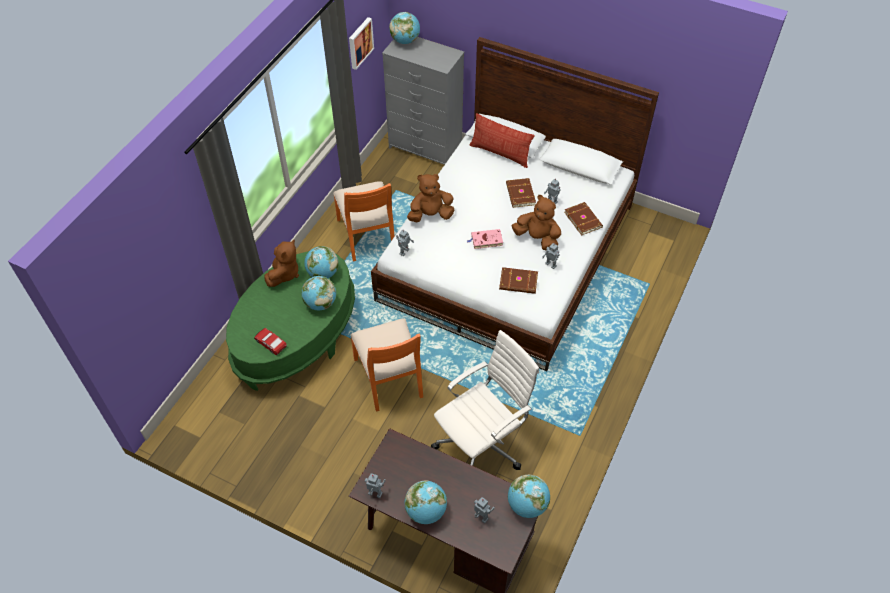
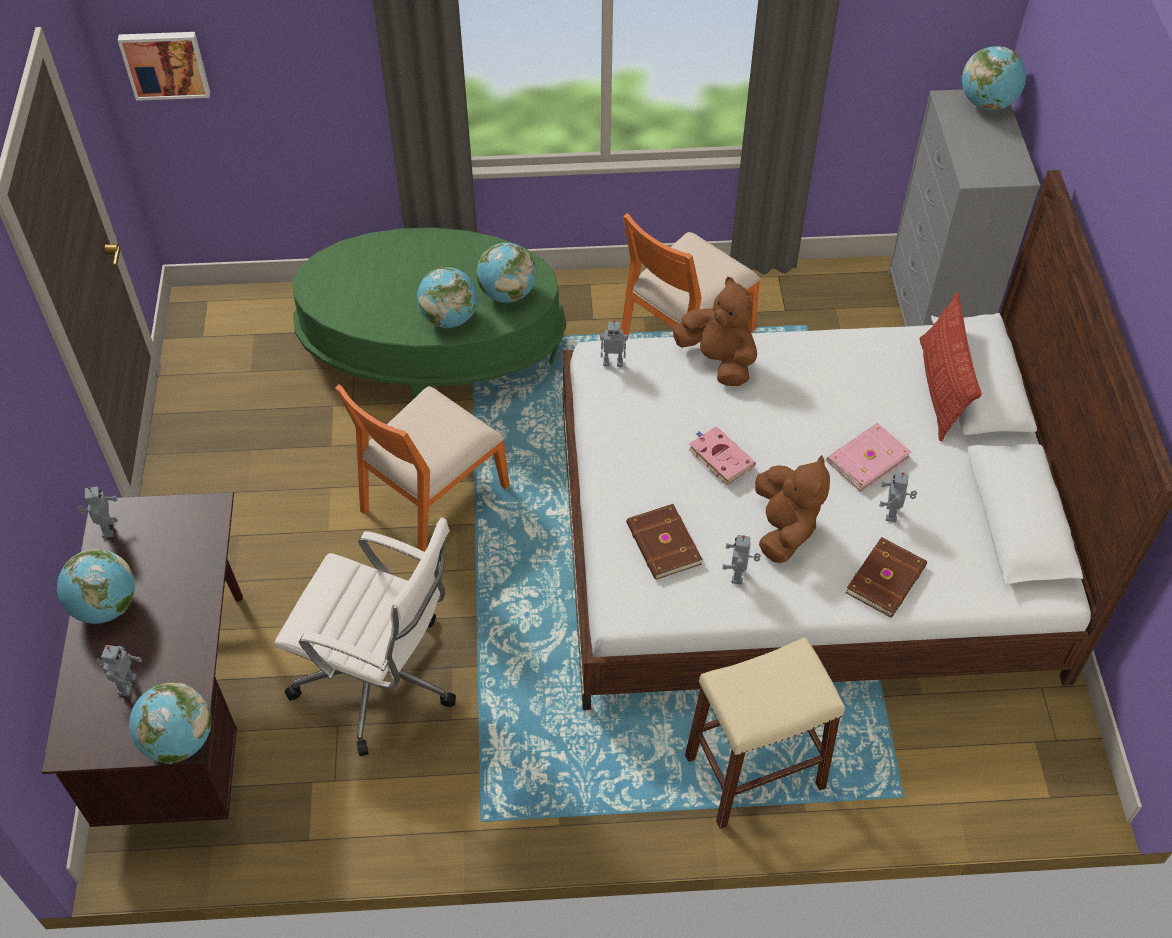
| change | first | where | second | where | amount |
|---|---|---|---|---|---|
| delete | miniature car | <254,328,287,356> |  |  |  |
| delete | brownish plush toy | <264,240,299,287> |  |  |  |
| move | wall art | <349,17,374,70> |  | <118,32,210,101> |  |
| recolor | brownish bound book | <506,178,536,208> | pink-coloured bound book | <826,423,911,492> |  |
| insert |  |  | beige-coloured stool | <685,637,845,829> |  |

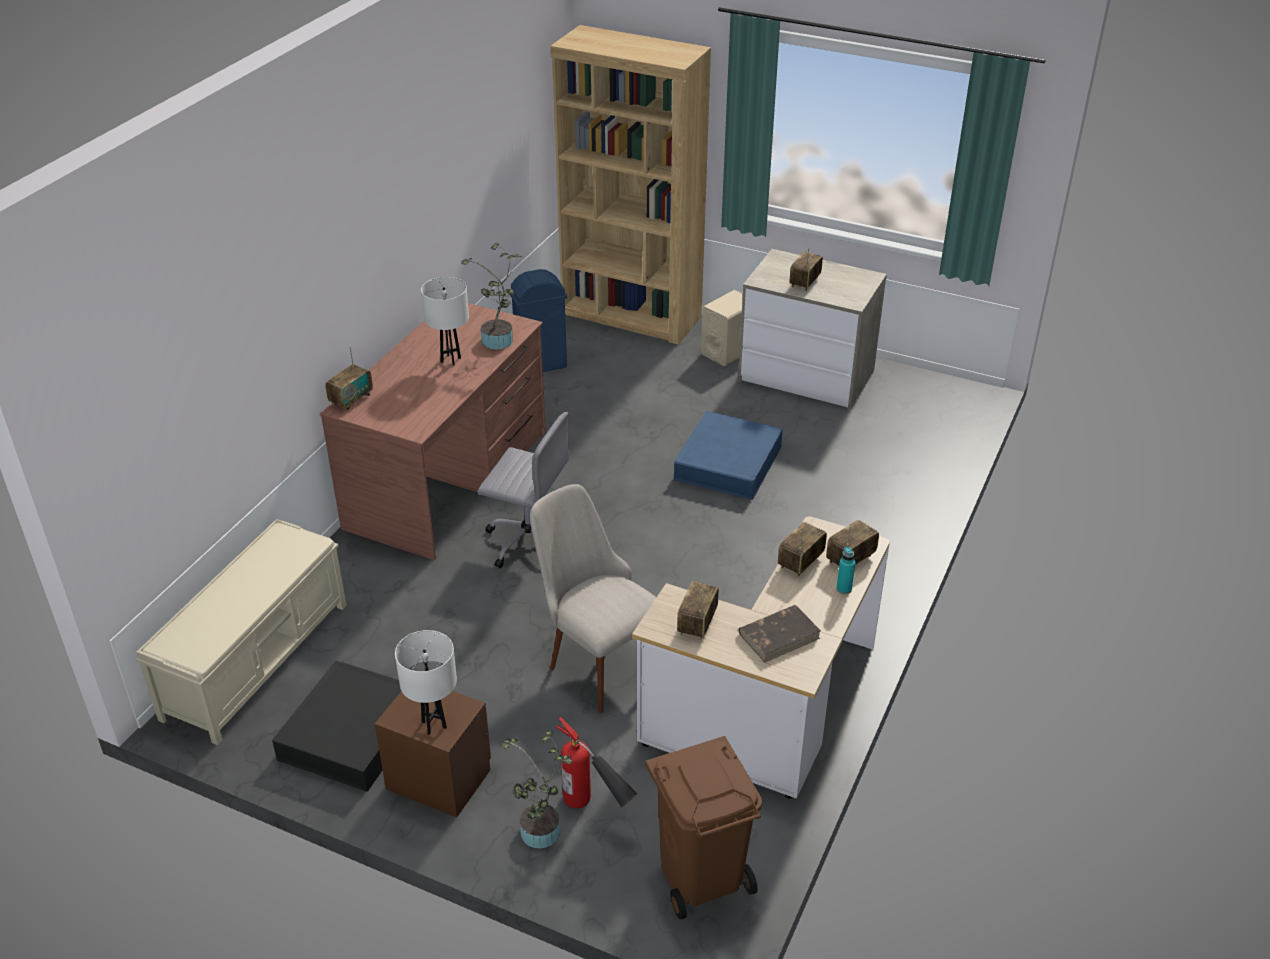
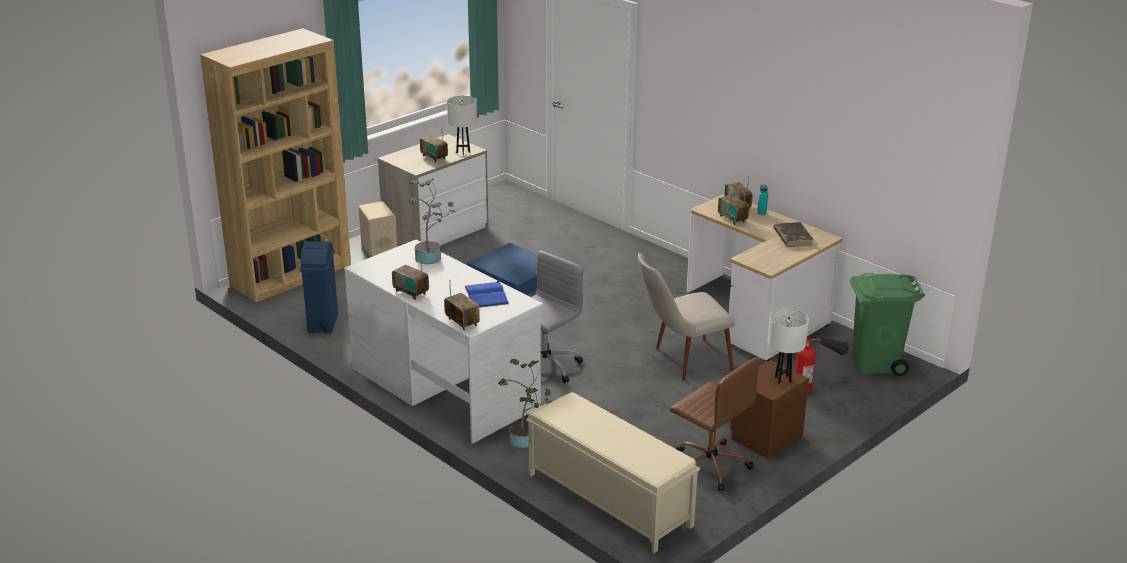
| change | first | where | second | where | amount |
|---|---|---|---|---|---|
| replace | blackish storage box | <272,661,401,792> | brownish desk chair | <670,358,760,491> |  |
| recolor | brownish desk table | <320,303,546,560> | white desk table | <344,240,543,444> |  |
| move | white table lamp | <421,277,469,366> |  | <447,96,477,155> |  |
| move | plant in a pot | <501,730,572,849> |  | <498,359,552,448> |  |
| recolor | brownish rubbish bin | <645,736,762,920> | greenish rubbish bin | <849,273,925,376> |  |
| move | radio receiver | <677,581,719,640> |  | <392,256,429,300> |  |
| insert |  |  | blue bound book | <465,281,509,308> |  |

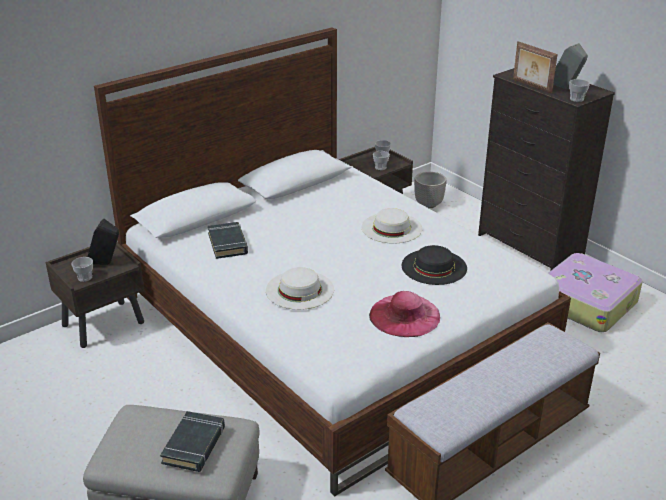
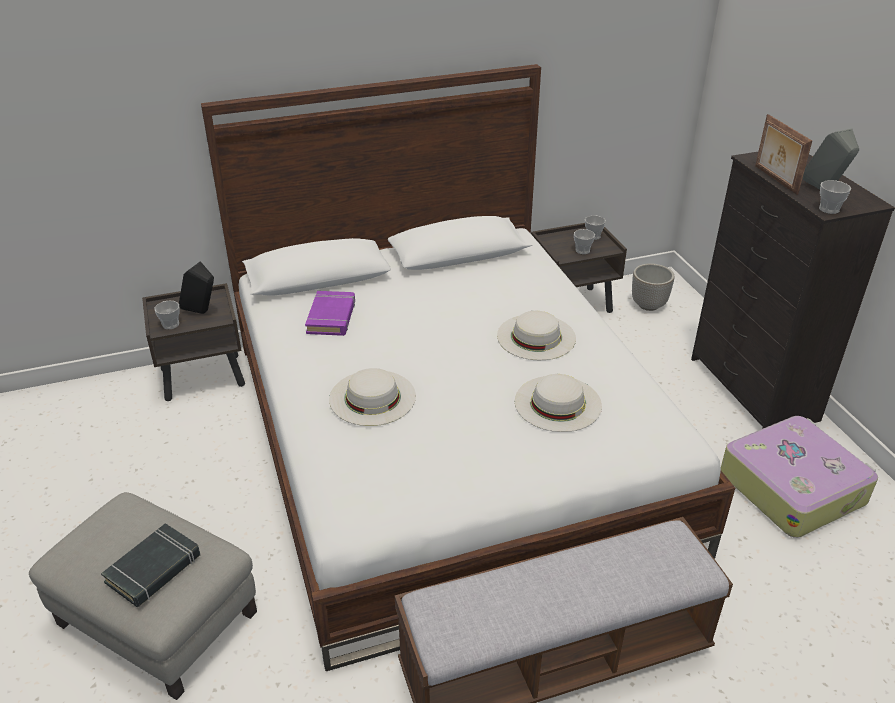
| change | first | where | second | where | amount |
|---|---|---|---|---|---|
| recolor | blackish bound book | <208,222,248,259> | purplish bound book | <305,291,355,336> |  |
| delete | pink-coloured clothing hat | <369,291,440,337> |  |  |  |
| recolor | blackish clothing hat | <402,245,467,285> | white clothing hat | <515,374,602,432> |  |

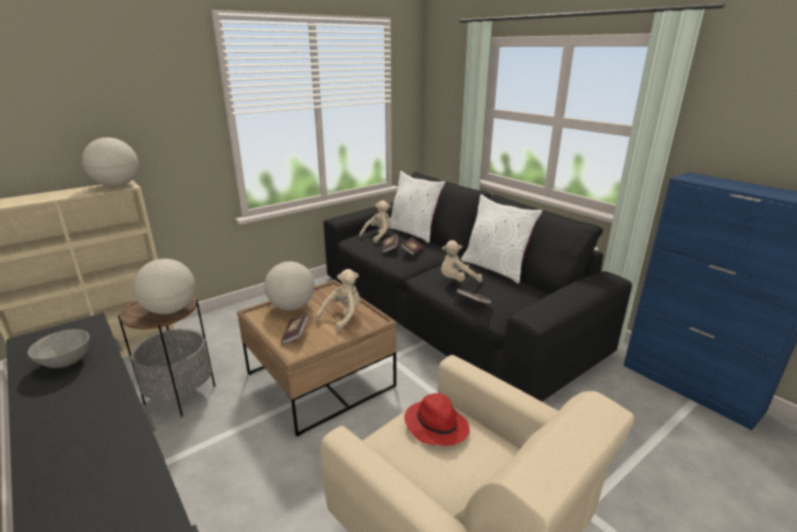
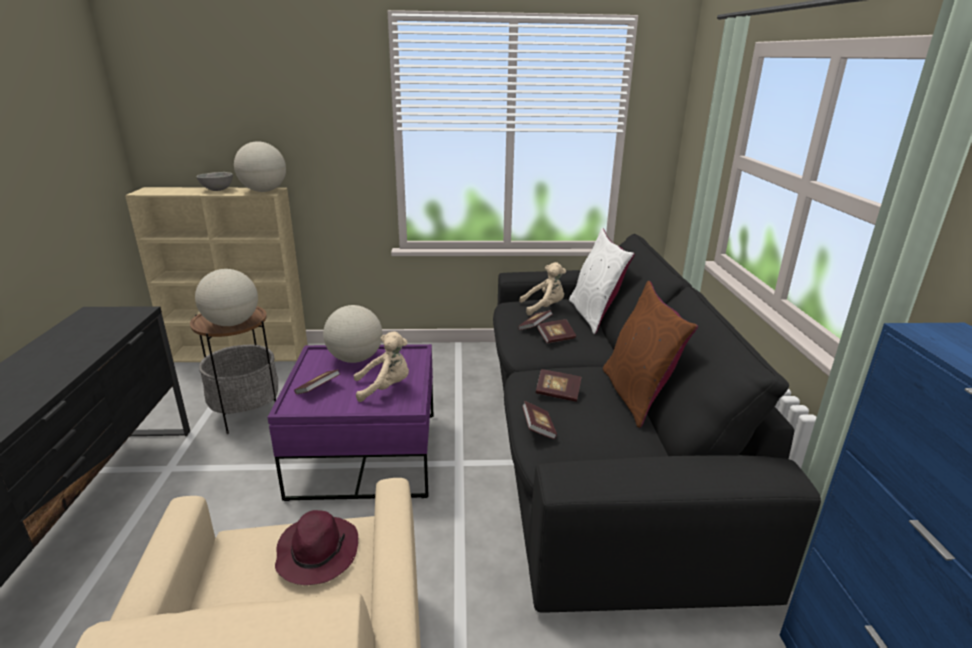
| change | first | where | second | where | amount |
|---|---|---|---|---|---|
| move | greyish bowl | <27,329,90,368> |  | <196,172,233,191> |  |
| recolor | brownish coffee table | <237,280,396,436> | purplish coffee table | <267,344,433,501> |  |
| recolor | reddish clothing hat | <404,393,469,446> | purplish clothing hat | <275,510,358,585> |  |
| replace | beige-coloured plush toy | <441,240,482,282> | bound book | <536,369,582,402> |  |
| recolor | white cushion | <461,194,543,284> | brownish cushion | <603,281,698,428> |  |

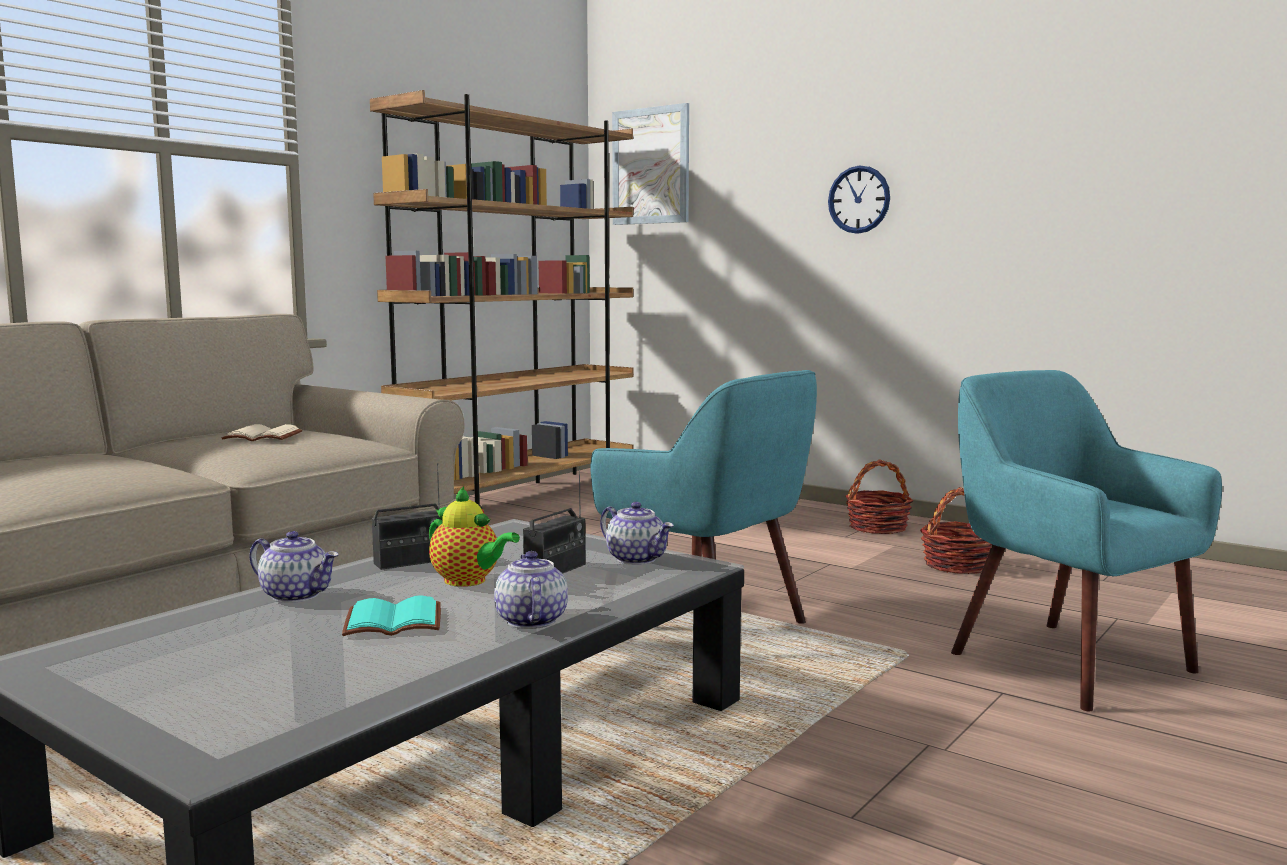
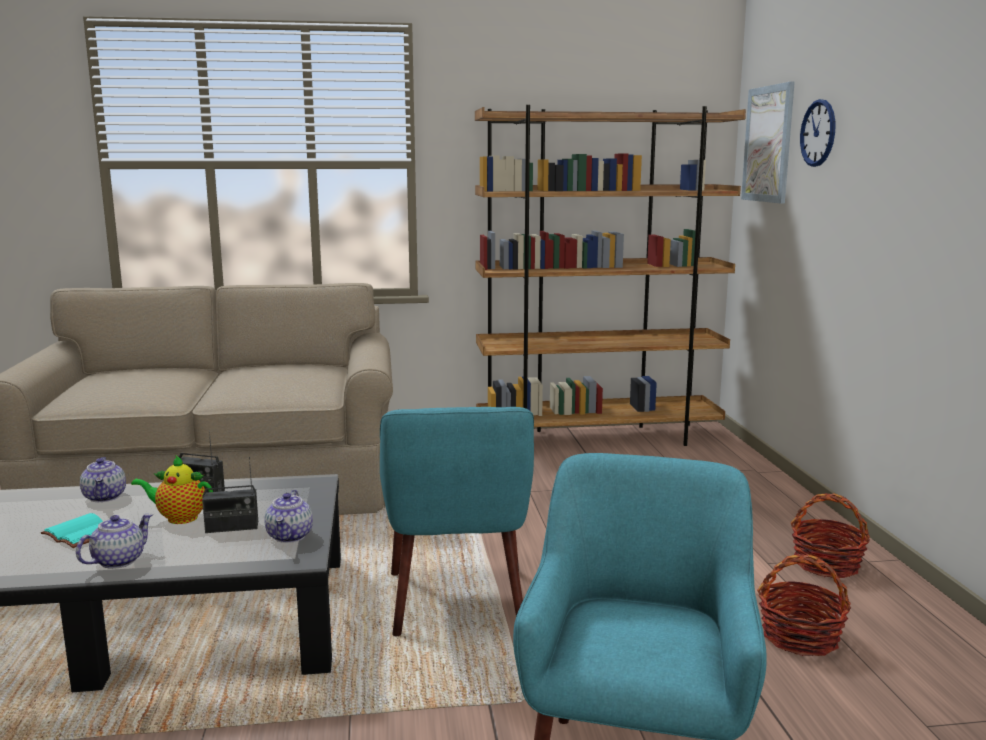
| change | first | where | second | where | amount |
|---|---|---|---|---|---|
| delete | beige-coloured bound book | <221,424,303,441> |  |  |  |
| rotate | tea pot | <429,486,520,587> |  | <131,455,213,524> | 105 degrees clockwise |
| move | clock on the wall | <828,166,890,234> |  | <800,99,835,167> |  |

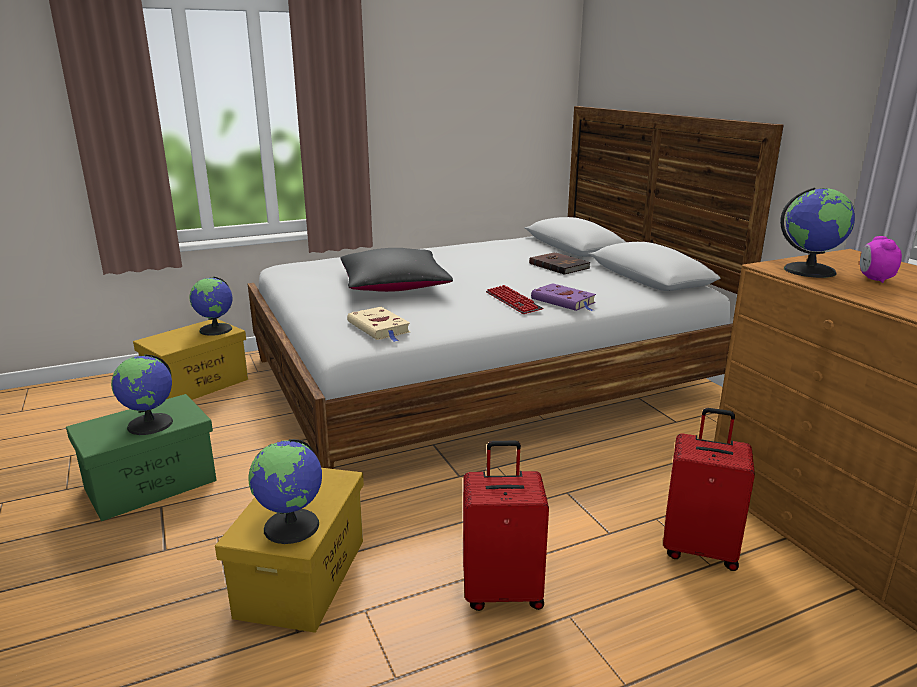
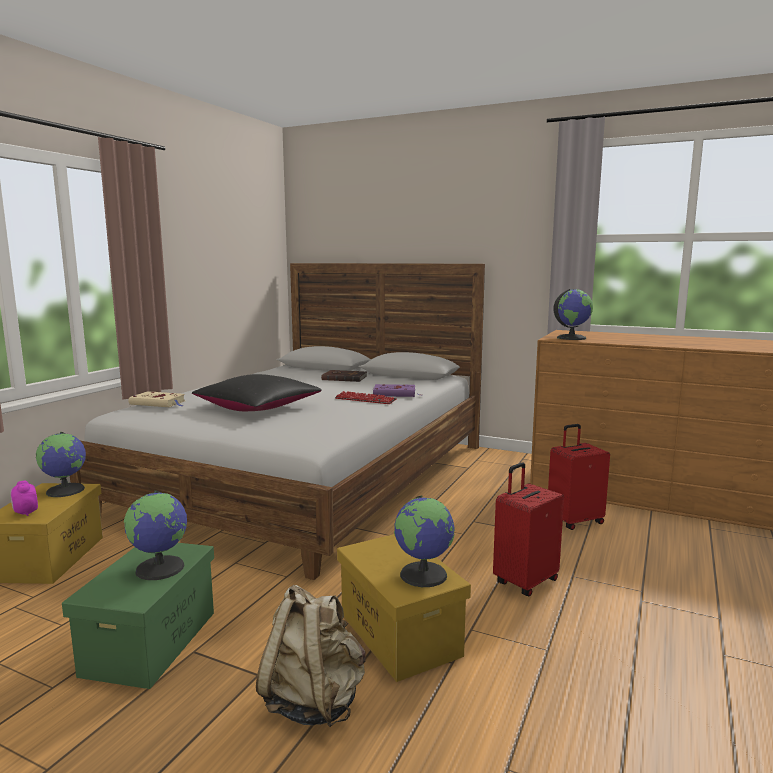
| change | first | where | second | where | amount |
|---|---|---|---|---|---|
| move | beige-coloured bound book | <347,307,410,342> |  | <129,391,185,407> |  |
| move | bedside clock | <860,236,902,283> |  | <10,481,38,516> |  |
| insert |  |  | beige-coloured knapsack | <256,585,366,727> |  |

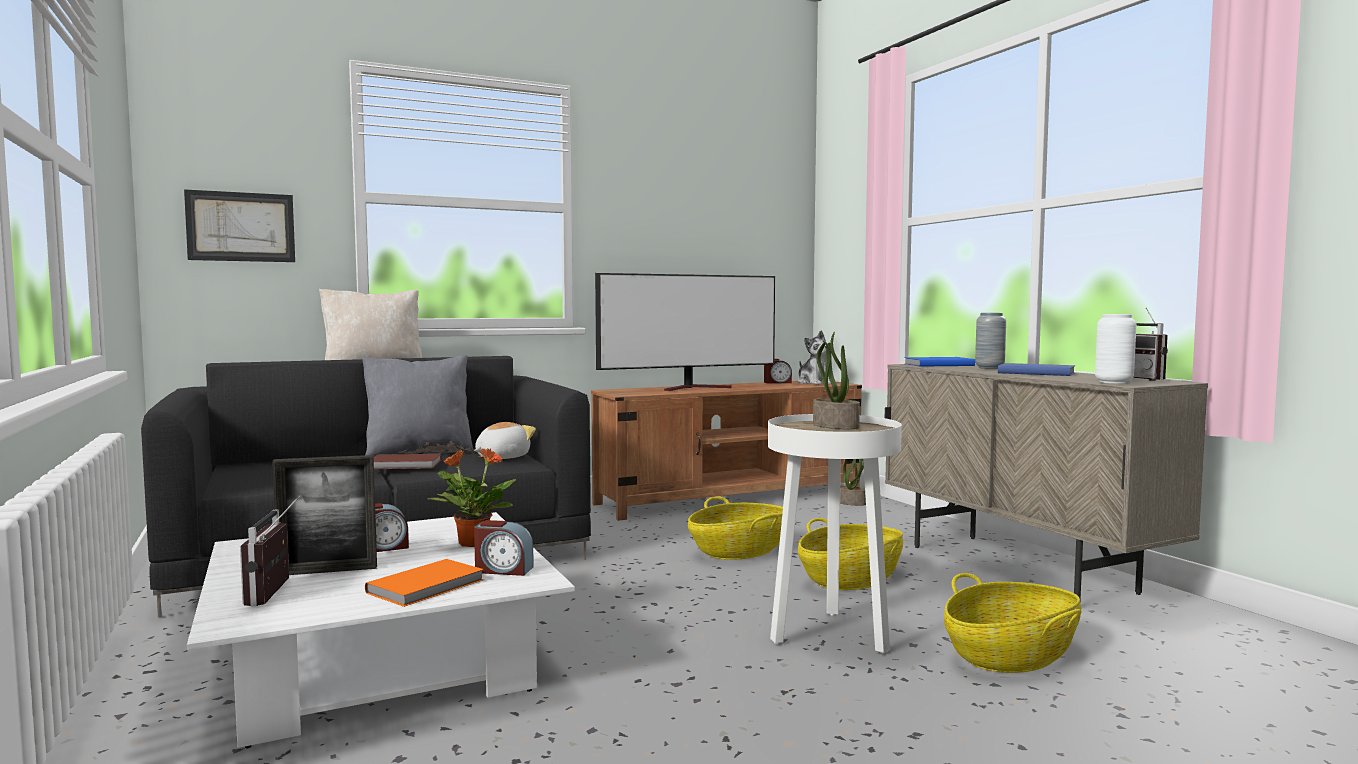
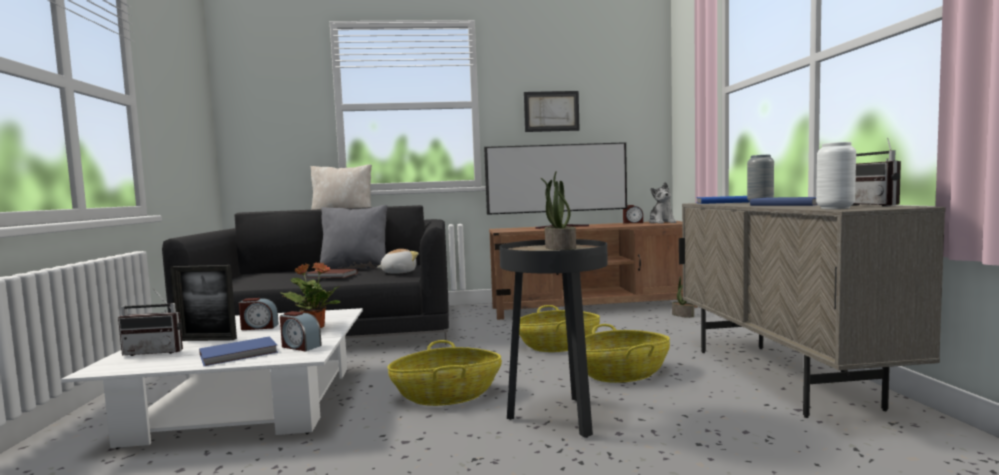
| change | first | where | second | where | amount |
|---|---|---|---|---|---|
| move | wall art | <184,189,295,262> |  | <524,91,580,132> |  |
| rotate | radio receiver | <240,495,301,607> |  | <118,288,183,356> | 105 degrees counterclockwise |
| recolor | orange-coloured bound book | <365,559,484,607> | blue bound book | <199,336,278,366> |  |
| recolor | white side table | <768,414,902,653> | blackish side table | <499,239,608,438> |  |
| move | storage basket | <944,573,1082,673> |  | <387,340,502,406> |  |

